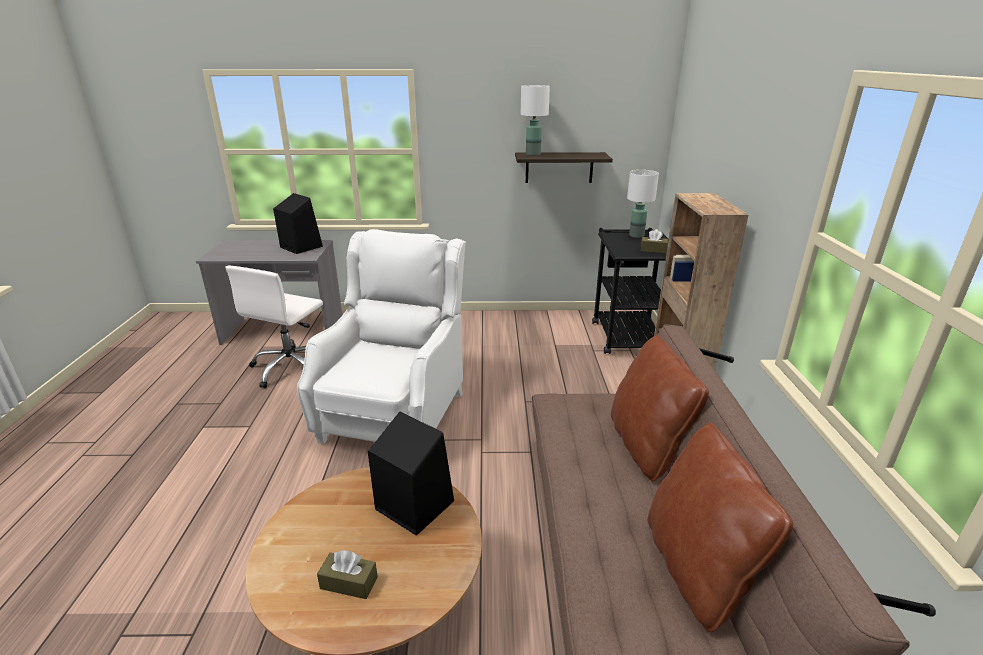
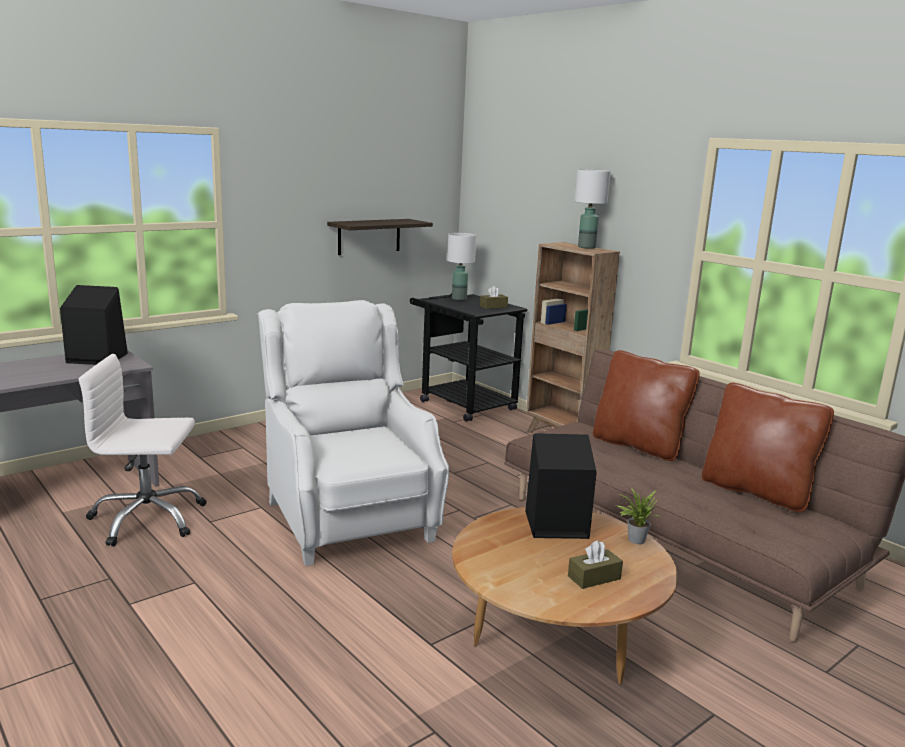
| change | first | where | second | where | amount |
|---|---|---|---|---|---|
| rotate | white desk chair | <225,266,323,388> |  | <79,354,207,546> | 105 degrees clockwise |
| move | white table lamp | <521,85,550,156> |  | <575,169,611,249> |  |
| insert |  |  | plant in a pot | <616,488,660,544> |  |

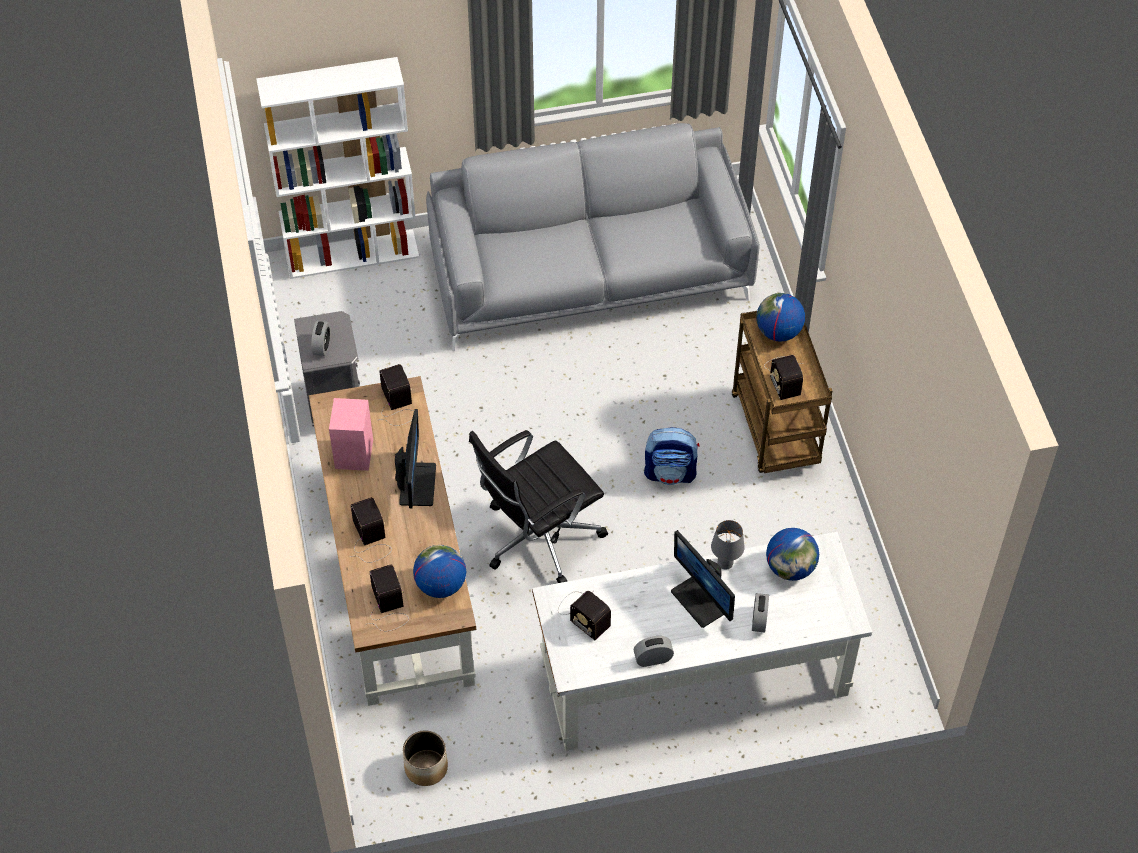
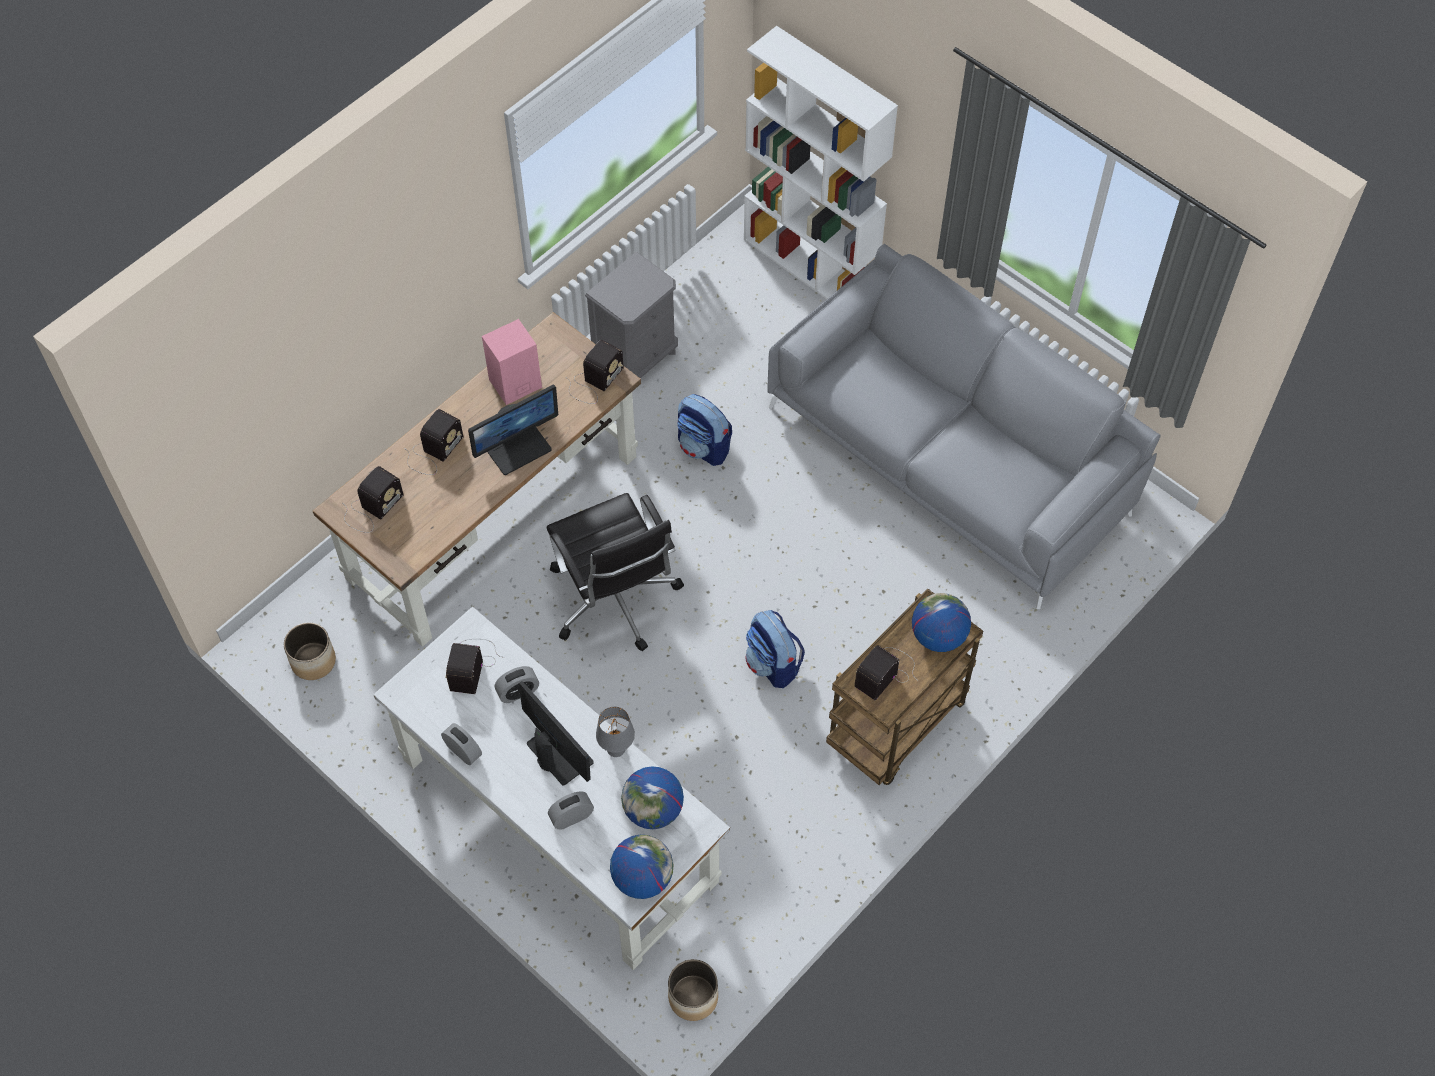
| change | first | where | second | where | amount |
|---|---|---|---|---|---|
| move | bedside clock | <311,321,331,356> |  | <495,666,539,703> |  |
| move | world globe | <413,545,466,598> |  | <610,835,674,899> |  |
| rotate | blackish desk chair | <469,430,608,583> |  | <547,493,684,651> | 135 degrees counterclockwise |
| rotate | computer screen | <671,530,735,628> |  | <519,681,594,786> | 120 degrees clockwise |
| insert |  |  | plant pot | <668,959,718,1021> |  |
| insert |  |  | knapsack | <677,394,732,466> |  |

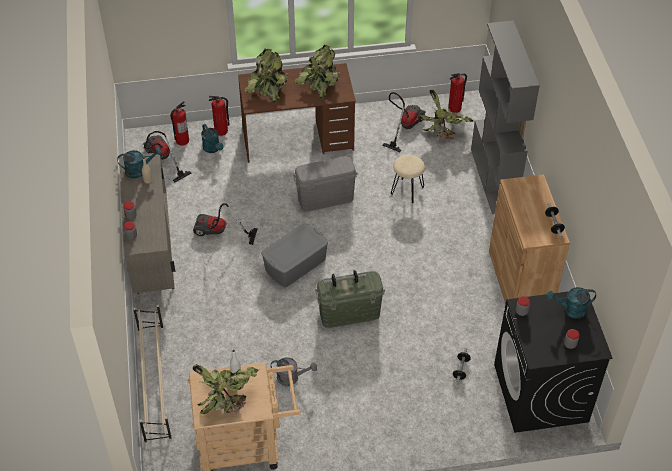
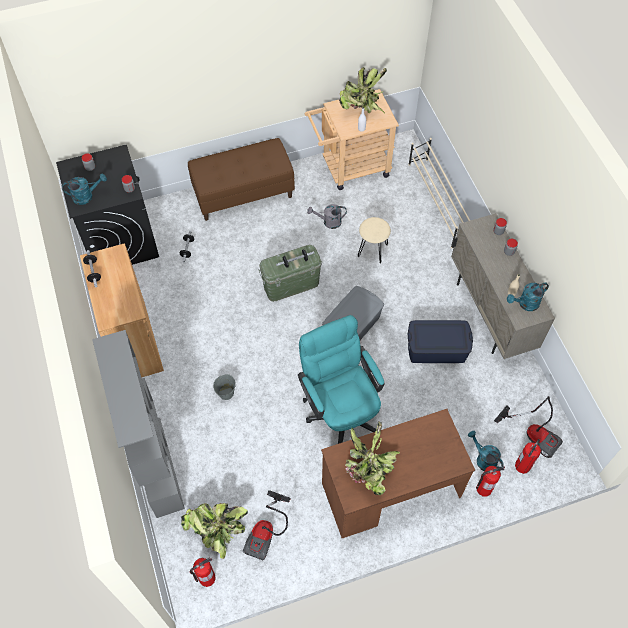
| change | first | where | second | where | amount |
|---|---|---|---|---|---|
| replace | vacuum cleaner | <193,203,258,245> | blue storage box | <408,320,473,363> |  |
| delete | plant in a pot | <245,49,288,103> |  |  |  |
| replace | greyish storage box | <293,156,358,212> | turquoise-coloured desk chair | <298,315,385,444> |  |
| move | beige-coloured stool | <391,155,425,204> |  | <358,217,391,263> |  |
| insert |  |  | brownish indoor bench | <188,138,295,221> |  |
| insert |  |  | greyish water bucket | <213,374,236,400> |  |

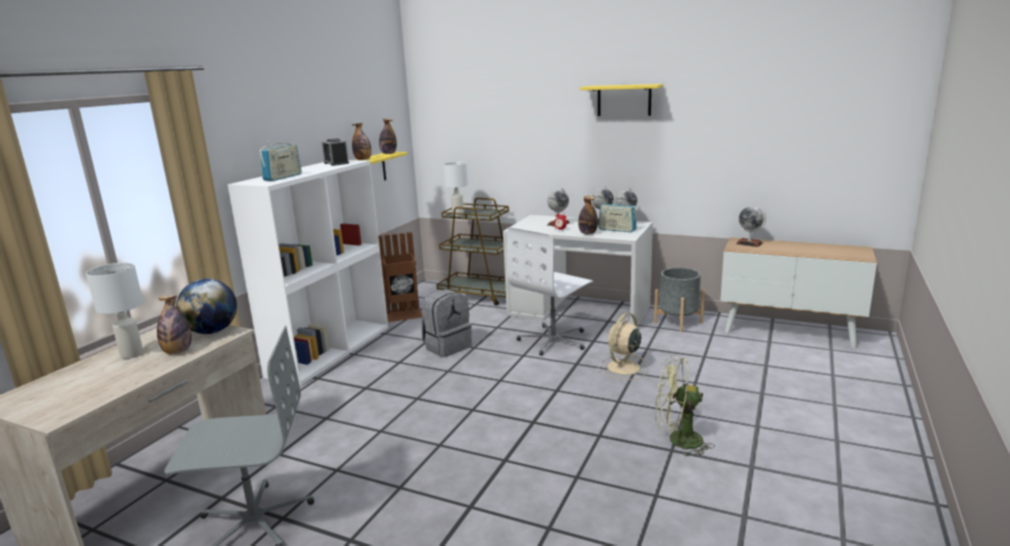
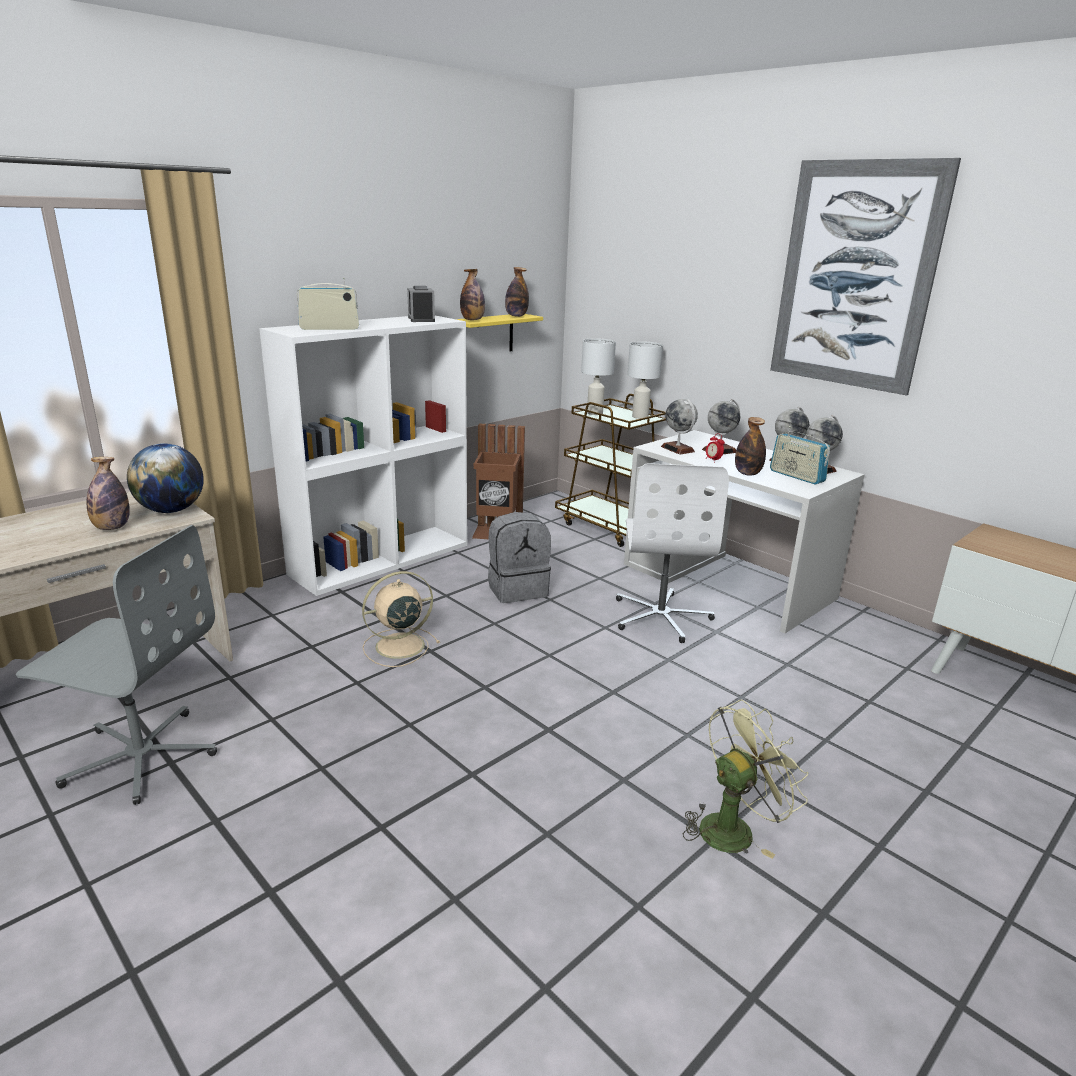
| change | first | where | second | where | amount |
|---|---|---|---|---|---|
| move | white table lamp | <86,262,143,359> |  | <627,341,663,419> |  |
| rotate | radio receiver | <260,141,302,181> |  | <297,278,359,330> | 150 degrees counterclockwise |
| rotate | white desk chair | <507,227,593,356> |  | <616,463,729,643> | 60 degrees counterclockwise |
| replace | yellow-coloured shelf | <580,84,663,116> | wall art | <770,158,961,395> |  |
| move | beige-coloured cooling fan | <598,313,647,380> |  | <362,571,440,667> |  |
| delete | greyish plant pot | <654,268,705,332> |  |  |  |
| rotate | greenish cooling fan | <655,356,715,457> |  | <683,700,808,859> | 120 degrees clockwise |
| move | world globe | <736,206,766,247> |  | <661,399,698,455> |  |

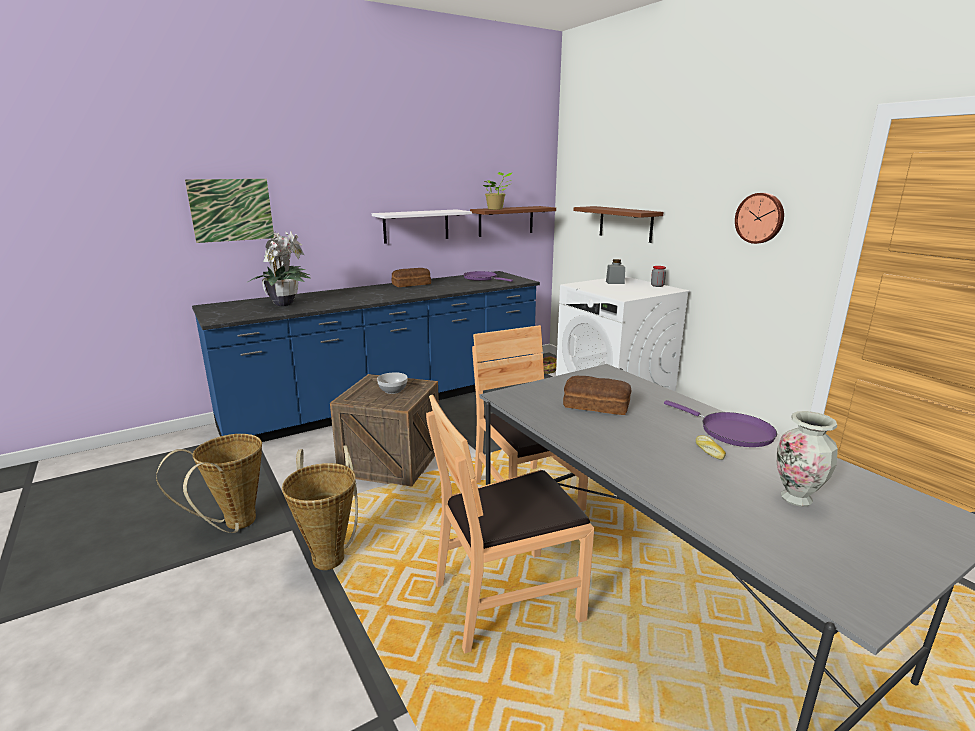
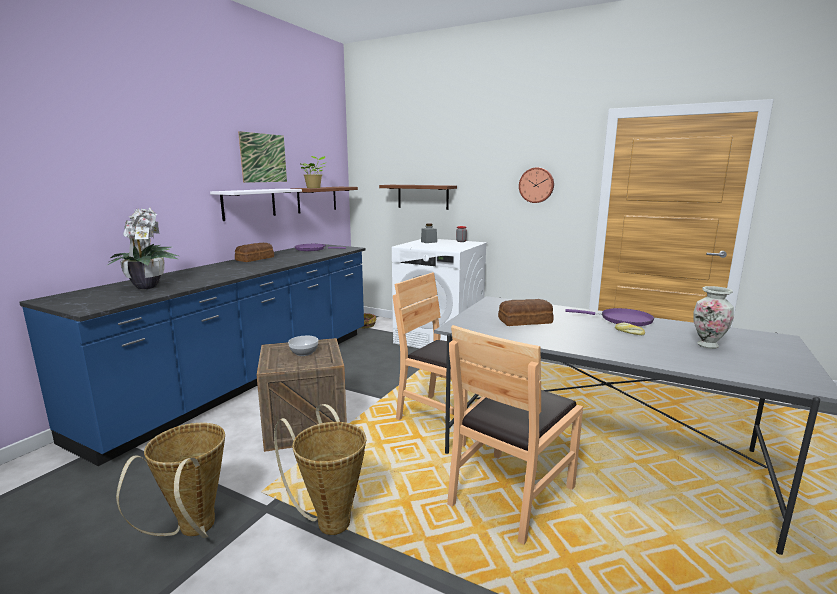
| change | first | where | second | where | amount |
|---|---|---|---|---|---|
| move | wall art | <185,179,274,243> |  | <238,131,287,183> |  |

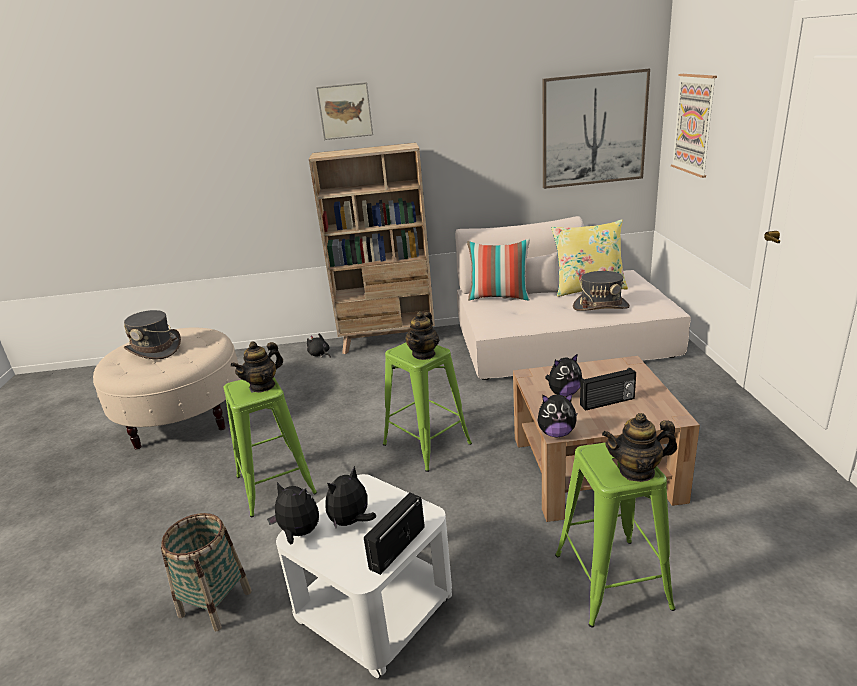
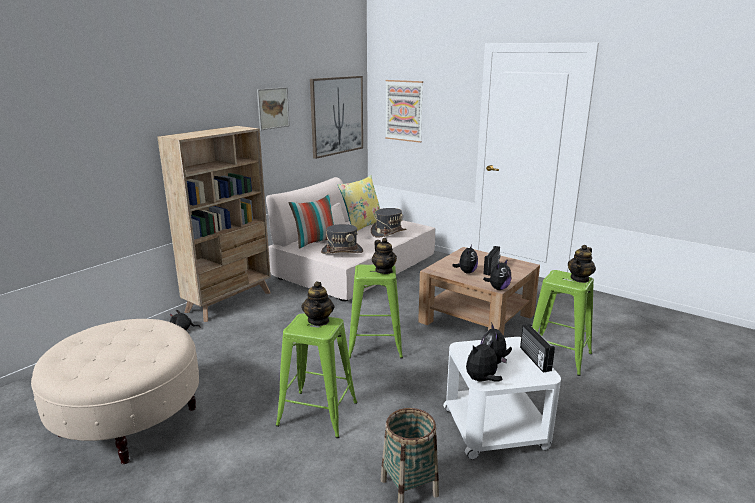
| change | first | where | second | where | amount |
|---|---|---|---|---|---|
| move | greyish clothing hat | <124,310,181,359> |  | <321,224,363,254> |  |
| move | wall art | <316,82,373,140> |  | <257,87,290,130> |  |

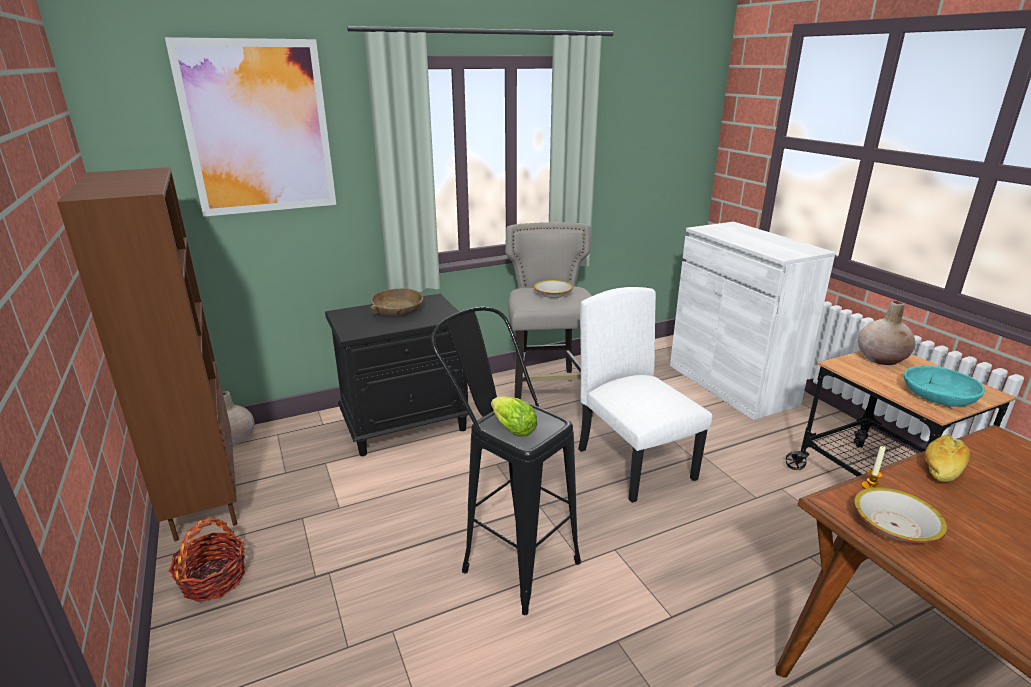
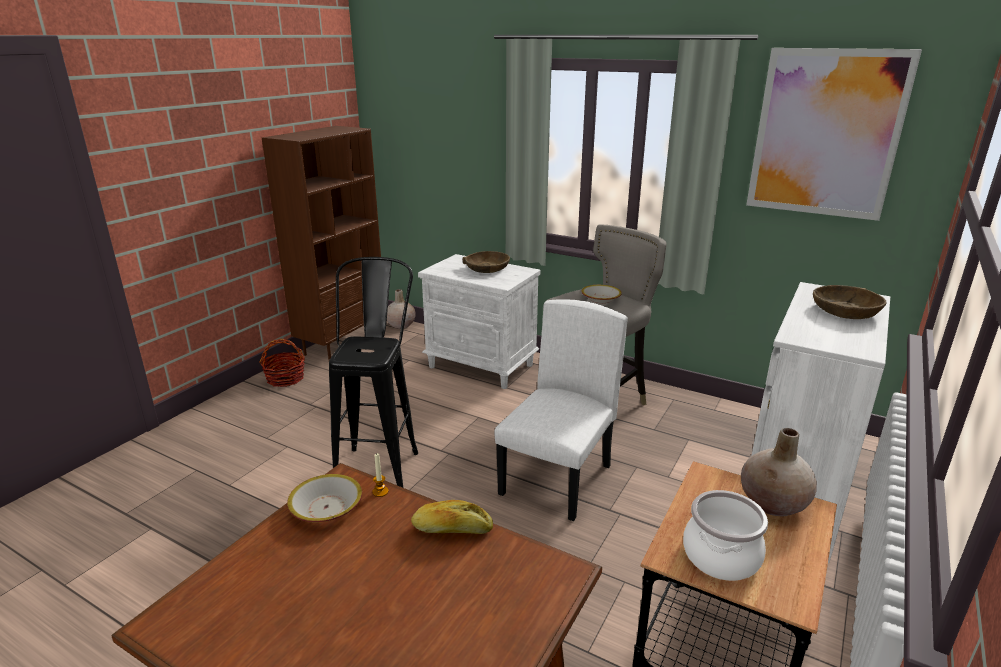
| change | first | where | second | where | amount |
|---|---|---|---|---|---|
| move | wall art | <165,37,336,217> |  | <746,48,922,221> |  |
| recolor | blackish night table | <325,294,469,456> | white night table | <418,254,540,389> |  |
| delete | head of lettuce | <491,396,537,437> |  |  |  |
| replace | turquoise-coloured bowl | <904,366,985,407> | saucepot | <683,490,768,581> |  |
| insert |  |  | brownish bowl | <813,285,886,319> |  |

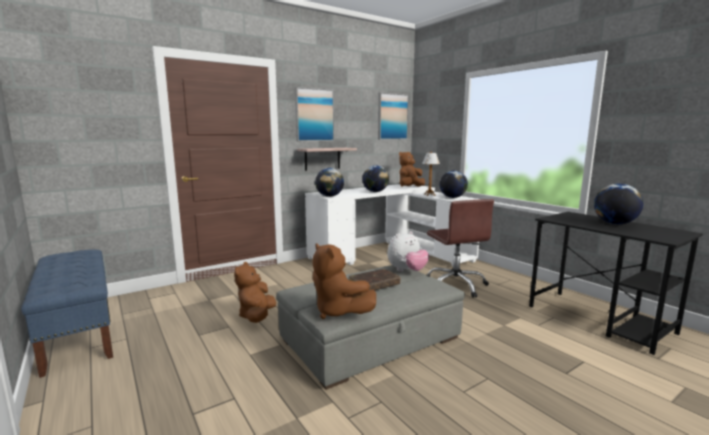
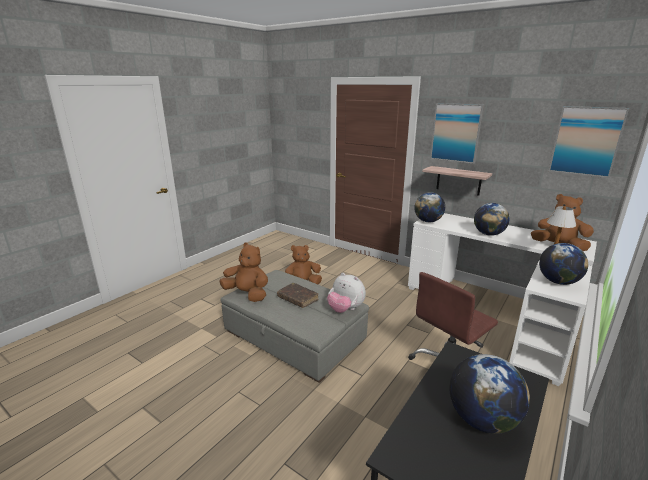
| change | first | where | second | where | amount |
|---|---|---|---|---|---|
| delete | blue indoor bench | <21,249,113,378> |  |  |  |
| rotate | brownish plush toy | <312,243,376,319> |  | <220,242,268,302> | 90 degrees clockwise |

